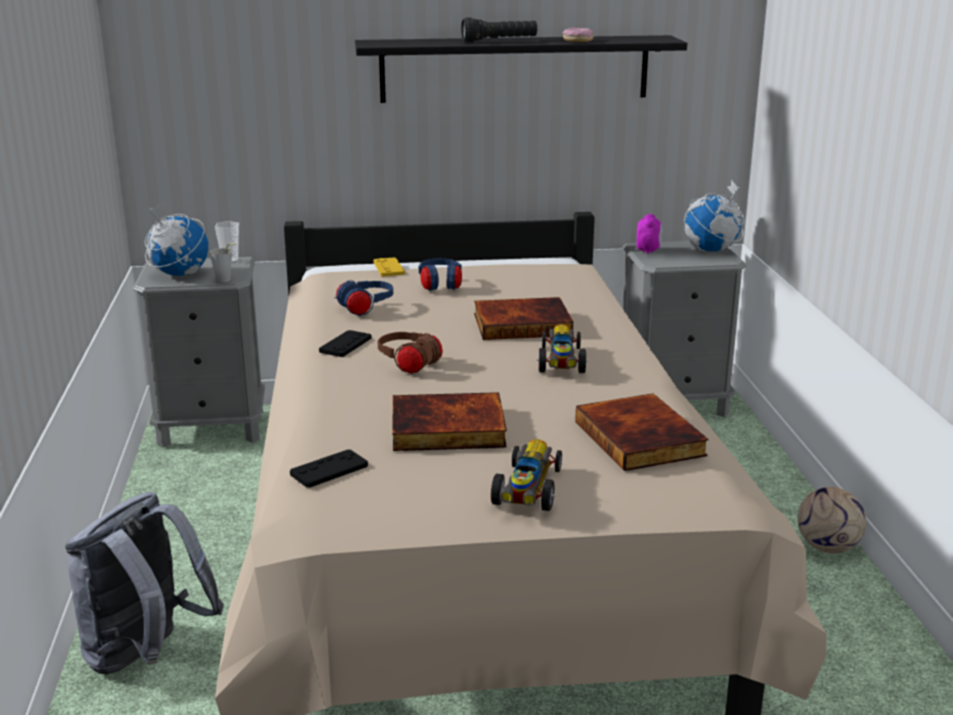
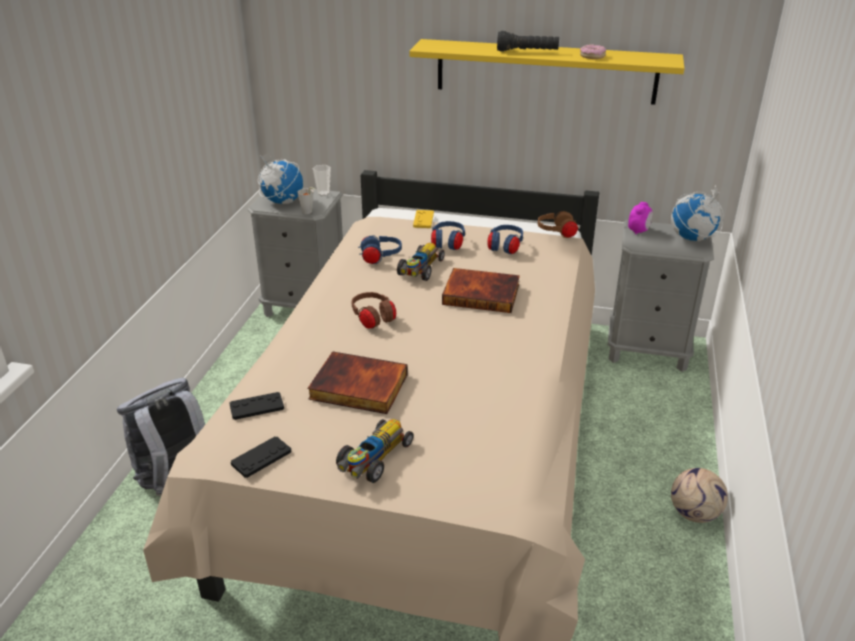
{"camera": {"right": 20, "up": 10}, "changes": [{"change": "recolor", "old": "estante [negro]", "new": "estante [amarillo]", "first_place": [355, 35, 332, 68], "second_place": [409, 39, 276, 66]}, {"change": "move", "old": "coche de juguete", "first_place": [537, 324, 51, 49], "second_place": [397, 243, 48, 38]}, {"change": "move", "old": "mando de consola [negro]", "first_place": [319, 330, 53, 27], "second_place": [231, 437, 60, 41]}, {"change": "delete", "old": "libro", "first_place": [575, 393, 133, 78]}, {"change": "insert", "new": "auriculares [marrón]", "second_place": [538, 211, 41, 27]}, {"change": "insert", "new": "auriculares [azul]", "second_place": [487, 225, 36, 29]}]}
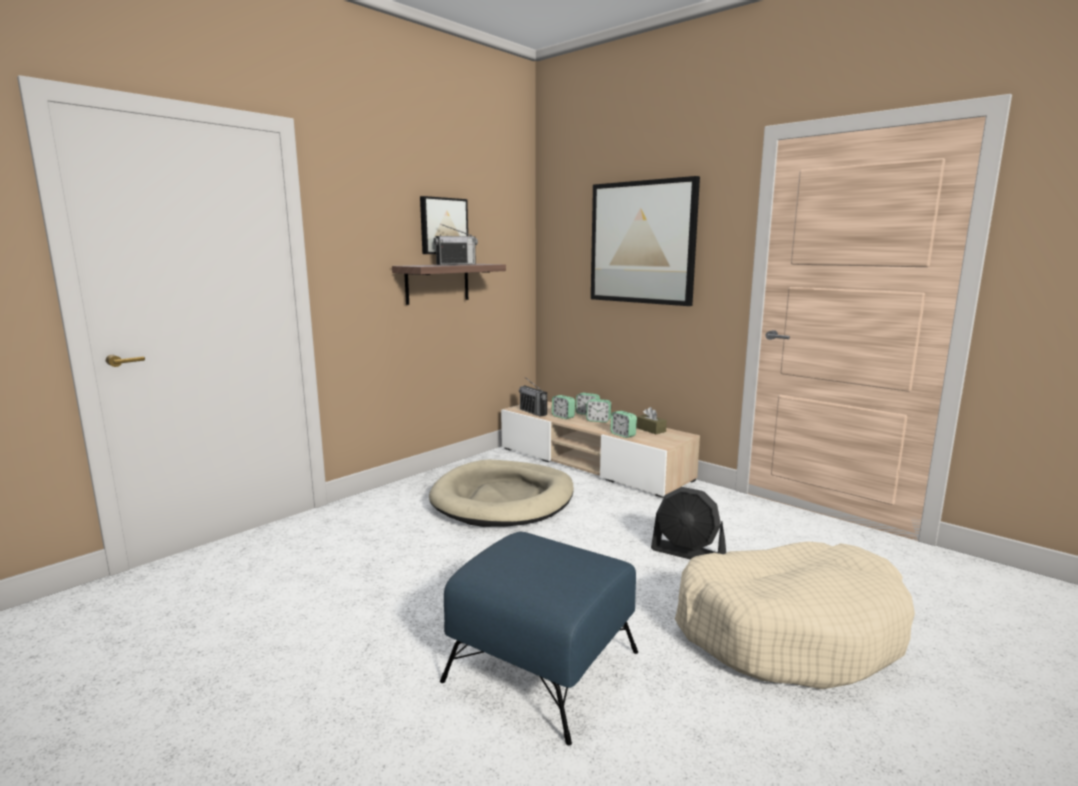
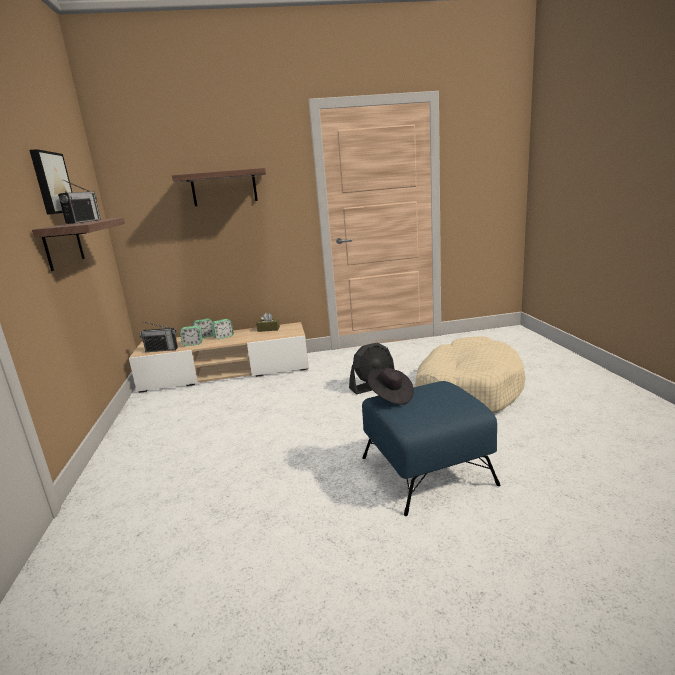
{"camera": {"right": -50, "up": 5}, "changes": [{"change": "replace", "old": "cuadro", "new": "estante", "first_place": [591, 176, 109, 130], "second_place": [172, 168, 94, 38]}, {"change": "delete", "old": "despertador", "first_place": [610, 411, 27, 27]}, {"change": "delete", "old": "cama para perro [beis]", "first_place": [429, 460, 145, 67]}, {"change": "insert", "new": "sombrero [negro]", "second_place": [368, 368, 46, 37]}]}
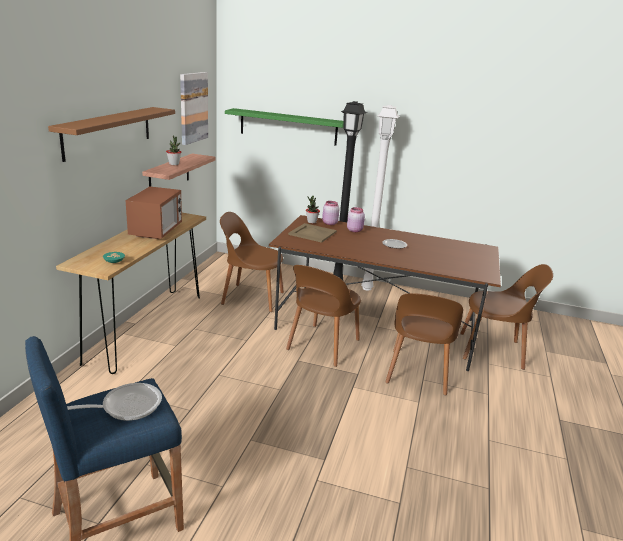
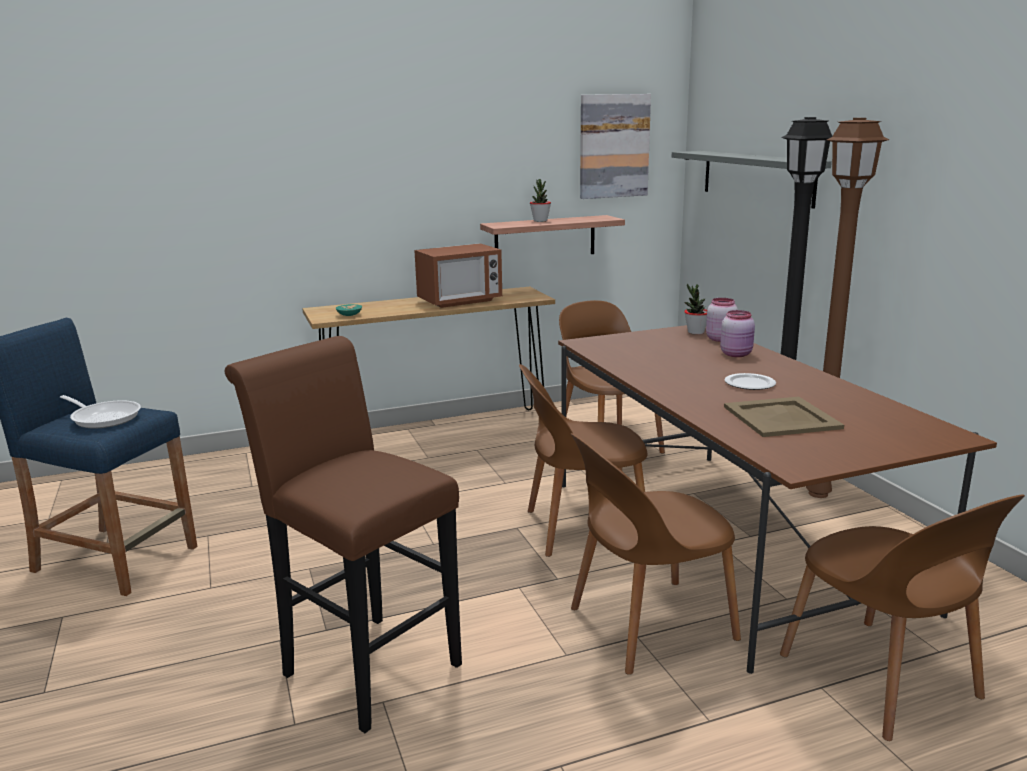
{"camera": {"right": 55, "up": -5}, "changes": [{"change": "recolor", "old": "lámpara de pie [blanco]", "new": "lámpara de pie [marrón]", "first_place": [361, 105, 38, 186], "second_place": [806, 118, 83, 380]}, {"change": "delete", "old": "estante [marrón]", "first_place": [48, 107, 127, 55]}, {"change": "recolor", "old": "estante [verde]", "new": "estante [gris]", "first_place": [225, 108, 119, 38], "second_place": [672, 151, 160, 58]}, {"change": "move", "old": "bandeja [beis]", "first_place": [288, 223, 49, 20], "second_place": [724, 397, 120, 40]}, {"change": "insert", "new": "taburete [marrón]", "second_place": [225, 336, 237, 397]}]}
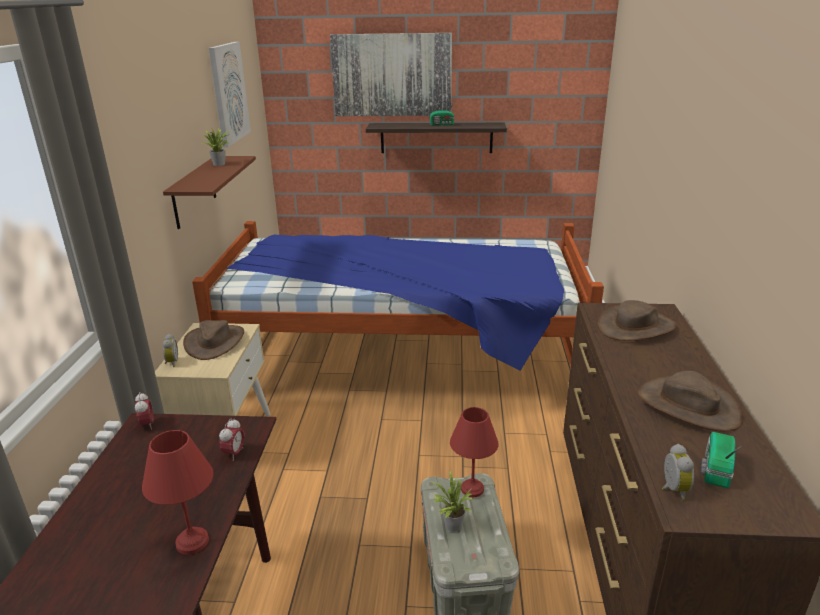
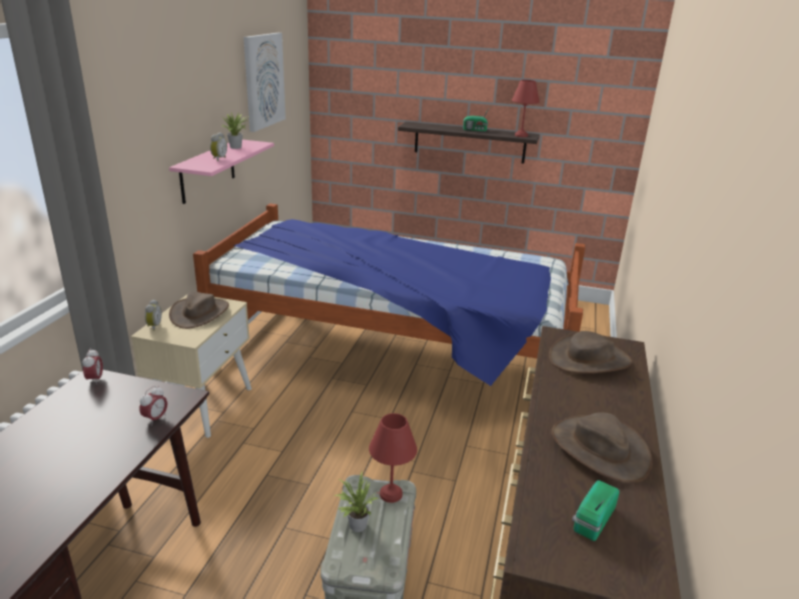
{"camera": {"right": 10, "up": 0}, "changes": [{"change": "delete", "old": "cuadro", "first_place": [330, 33, 122, 83]}, {"change": "recolor", "old": "estante [marrón]", "new": "estante [rosa]", "first_place": [163, 156, 93, 73], "second_place": [169, 140, 105, 64]}, {"change": "move", "old": "lámpara de mesa [rojo]", "first_place": [142, 430, 71, 125], "second_place": [512, 80, 28, 57]}, {"change": "move", "old": "despertador", "first_place": [662, 444, 32, 57], "second_place": [210, 132, 17, 29]}]}
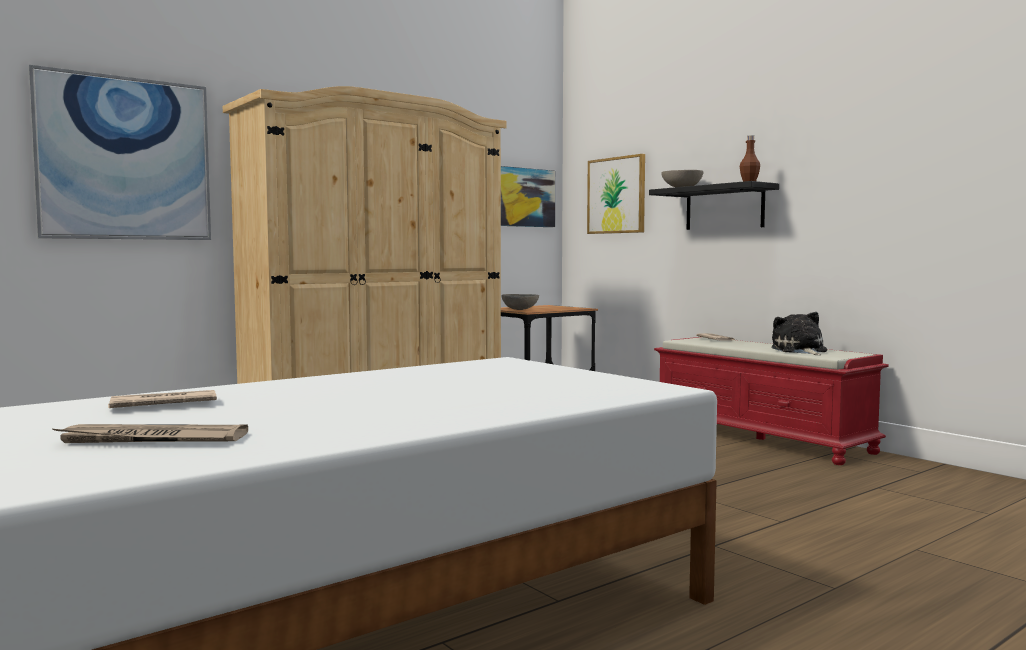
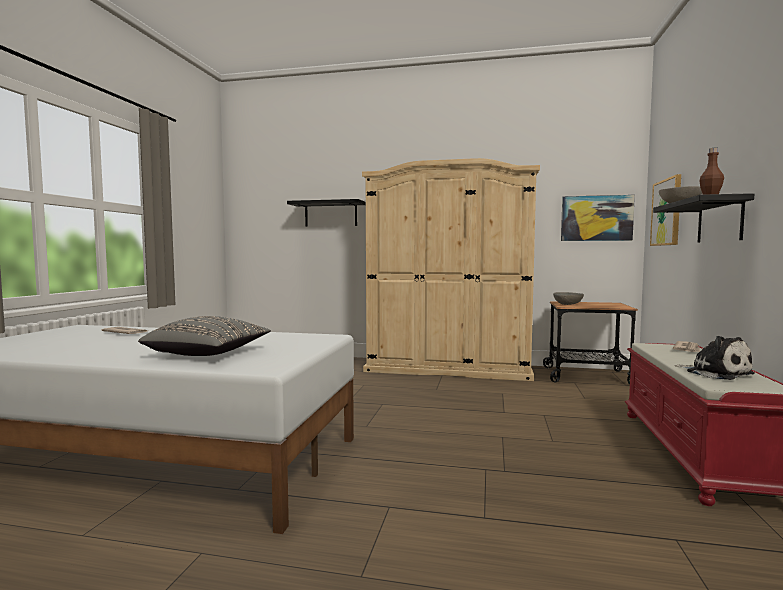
{"camera": {"right": 50, "up": 0}, "changes": [{"change": "replace", "old": "cuadro", "new": "estante [negro]", "first_place": [28, 65, 183, 175], "second_place": [287, 199, 79, 28]}, {"change": "rotate", "old": "peluche", "first_place": [772, 312, 55, 43], "second_place": [675, 336, 79, 44], "degrees": 105}, {"change": "delete", "old": "periódico", "first_place": [52, 424, 196, 19]}, {"change": "insert", "new": "cojín [gris]", "second_place": [138, 316, 133, 40]}]}
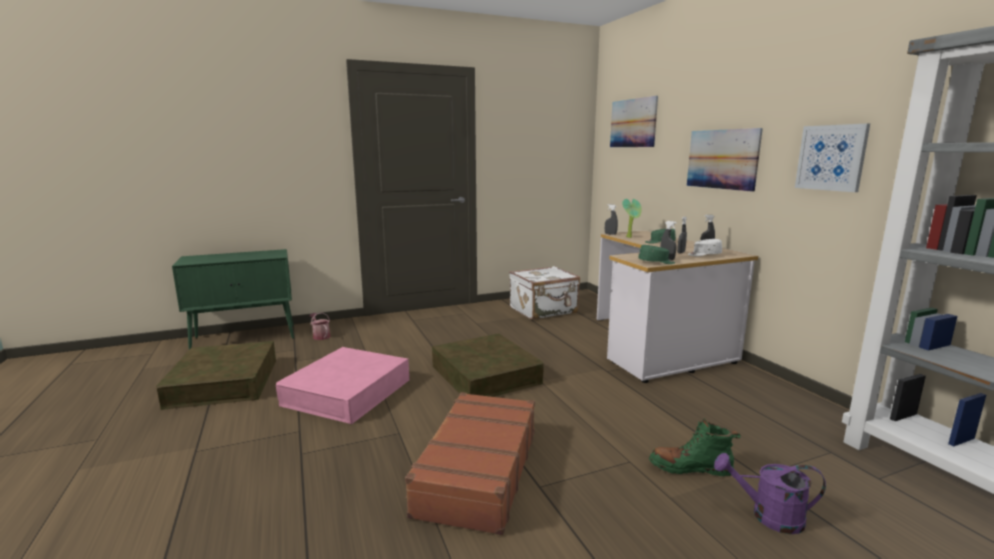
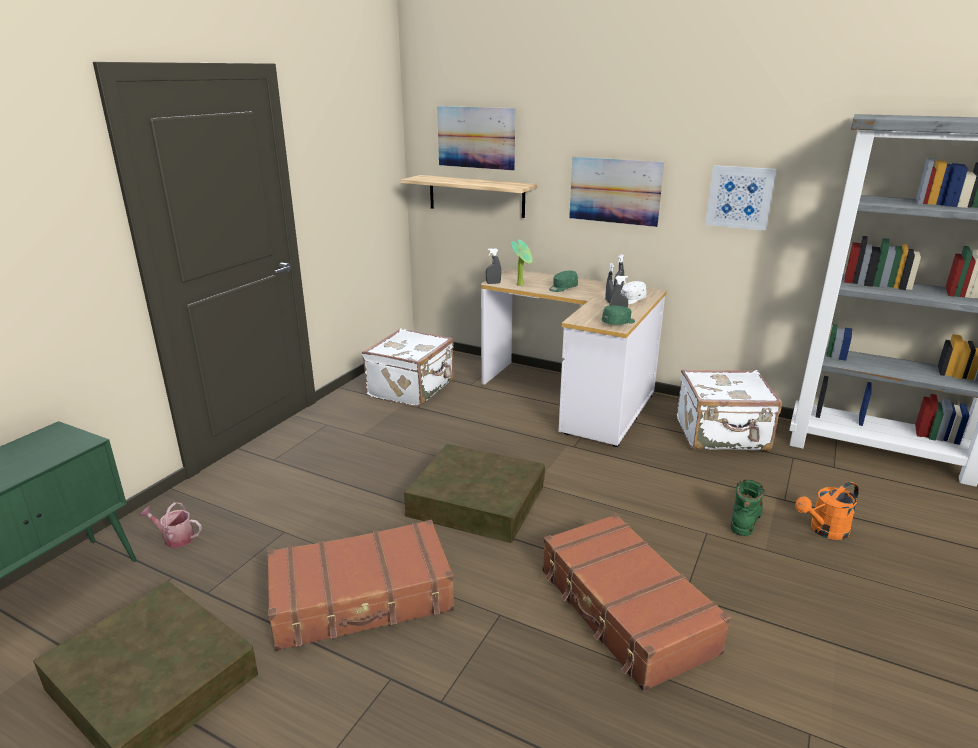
{"camera": {"right": -40, "up": 10}, "changes": [{"change": "replace", "old": "caja de almacenaje [rosa]", "new": "maleta [marrón]", "first_place": [276, 347, 133, 77], "second_place": [267, 520, 187, 131]}, {"change": "rotate", "old": "bota [verde]", "first_place": [649, 418, 92, 58], "second_place": [730, 479, 36, 57], "degrees": 150}, {"change": "recolor", "old": "regadera [morado]", "new": "regadera [naranja]", "first_place": [714, 453, 112, 81], "second_place": [795, 482, 64, 58]}, {"change": "insert", "new": "estante", "second_place": [400, 175, 137, 43]}, {"change": "insert", "new": "maleta [blanco]", "second_place": [677, 369, 105, 82]}]}
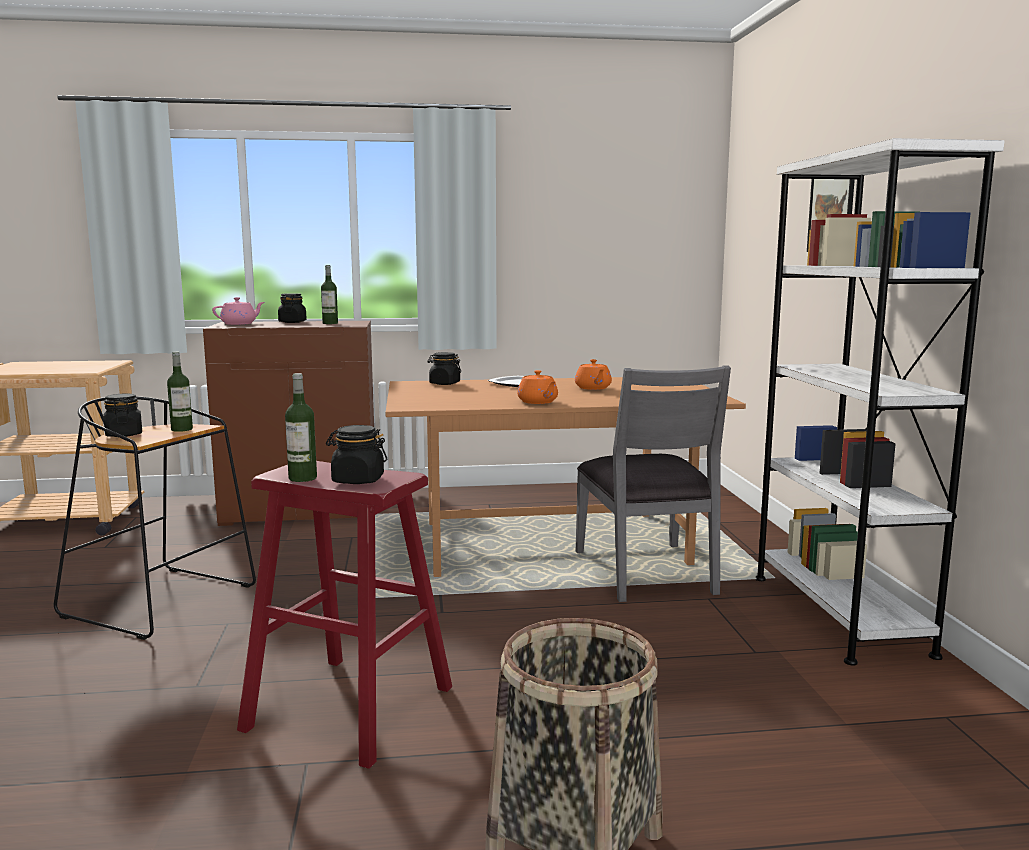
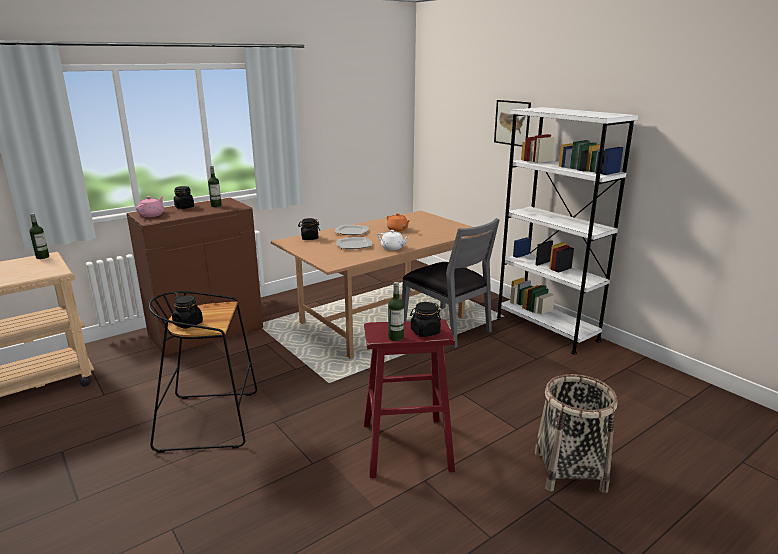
{"camera": {"right": -30, "up": 10}, "changes": [{"change": "move", "old": "botella", "first_place": [167, 352, 26, 80], "second_place": [29, 213, 20, 46]}, {"change": "recolor", "old": "tetera [naranja]", "new": "tetera [blanco]", "first_place": [517, 370, 41, 34], "second_place": [377, 230, 33, 20]}, {"change": "insert", "new": "plato", "second_place": [336, 237, 36, 12]}]}
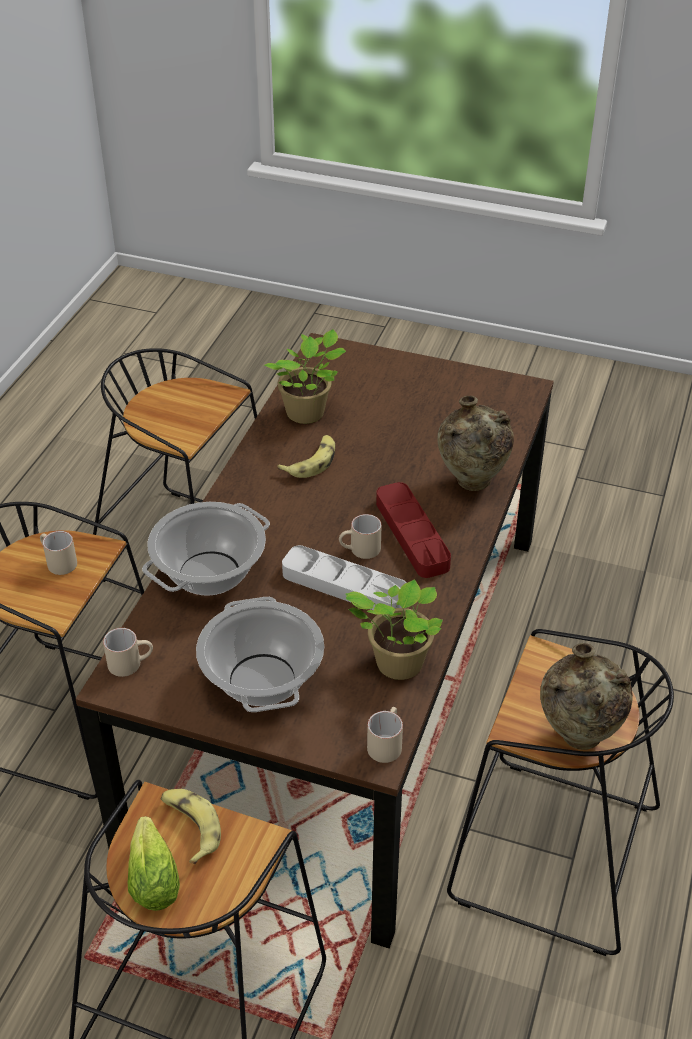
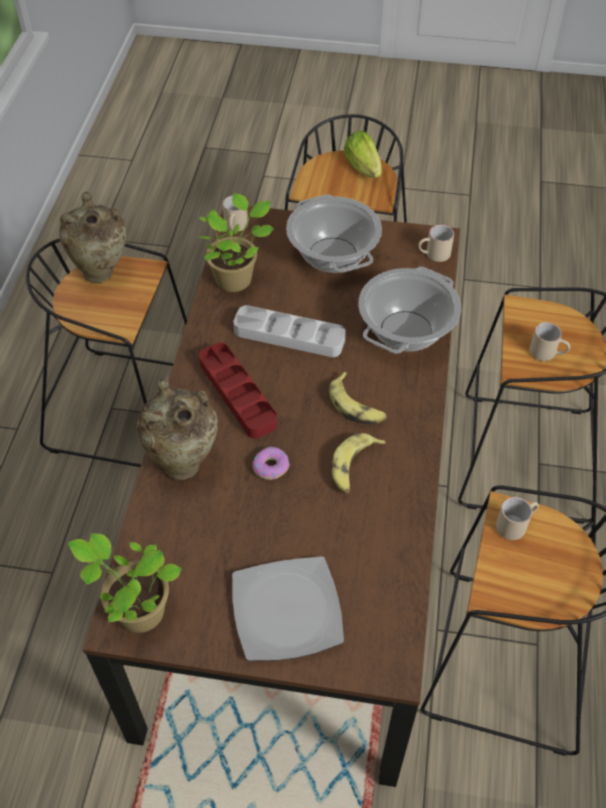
{"camera": {"right": 170, "up": 10}, "changes": [{"change": "move", "old": "planta en maceta", "first_place": [264, 329, 82, 95], "second_place": [68, 533, 114, 100]}, {"change": "move", "old": "taza grande [beis]", "first_place": [339, 514, 43, 45], "second_place": [496, 497, 43, 43]}, {"change": "move", "old": "plátano", "first_place": [161, 789, 60, 76], "second_place": [329, 372, 58, 52]}, {"change": "insert", "new": "rosquilla", "second_place": [253, 447, 37, 33]}, {"change": "insert", "new": "plato", "second_place": [232, 556, 112, 105]}]}
